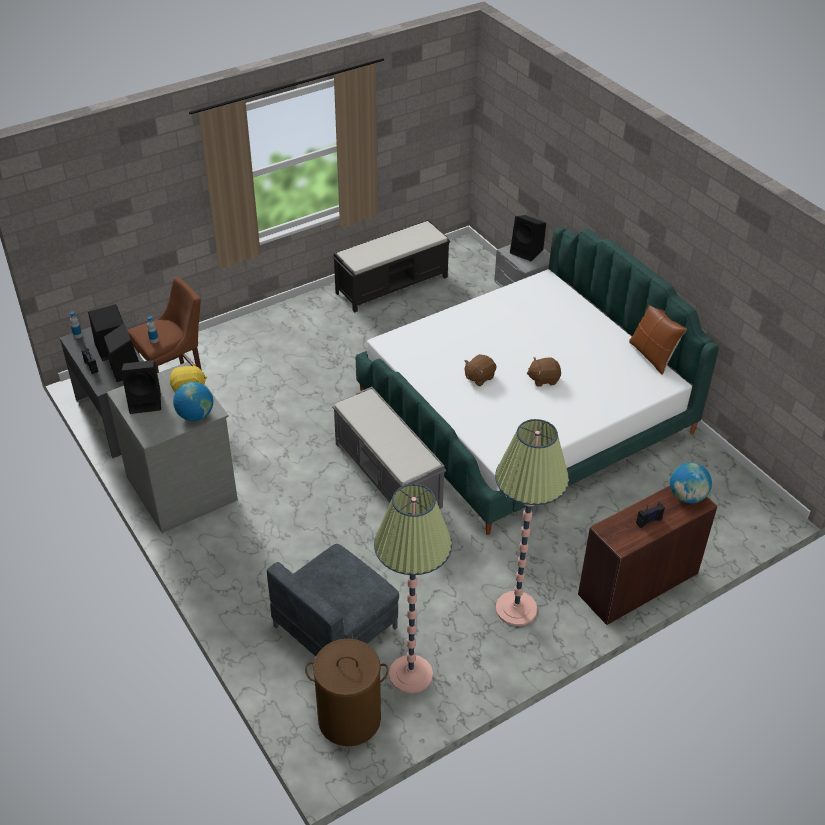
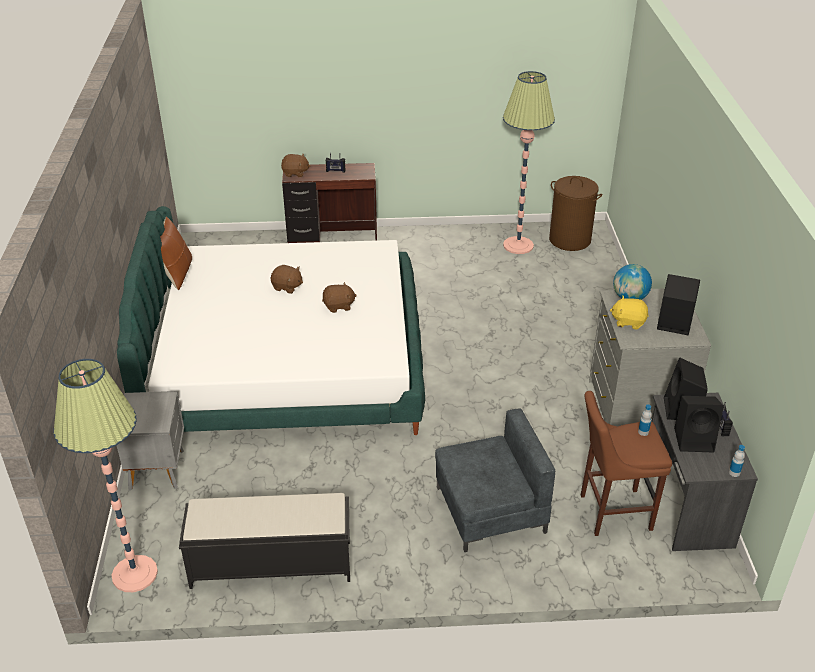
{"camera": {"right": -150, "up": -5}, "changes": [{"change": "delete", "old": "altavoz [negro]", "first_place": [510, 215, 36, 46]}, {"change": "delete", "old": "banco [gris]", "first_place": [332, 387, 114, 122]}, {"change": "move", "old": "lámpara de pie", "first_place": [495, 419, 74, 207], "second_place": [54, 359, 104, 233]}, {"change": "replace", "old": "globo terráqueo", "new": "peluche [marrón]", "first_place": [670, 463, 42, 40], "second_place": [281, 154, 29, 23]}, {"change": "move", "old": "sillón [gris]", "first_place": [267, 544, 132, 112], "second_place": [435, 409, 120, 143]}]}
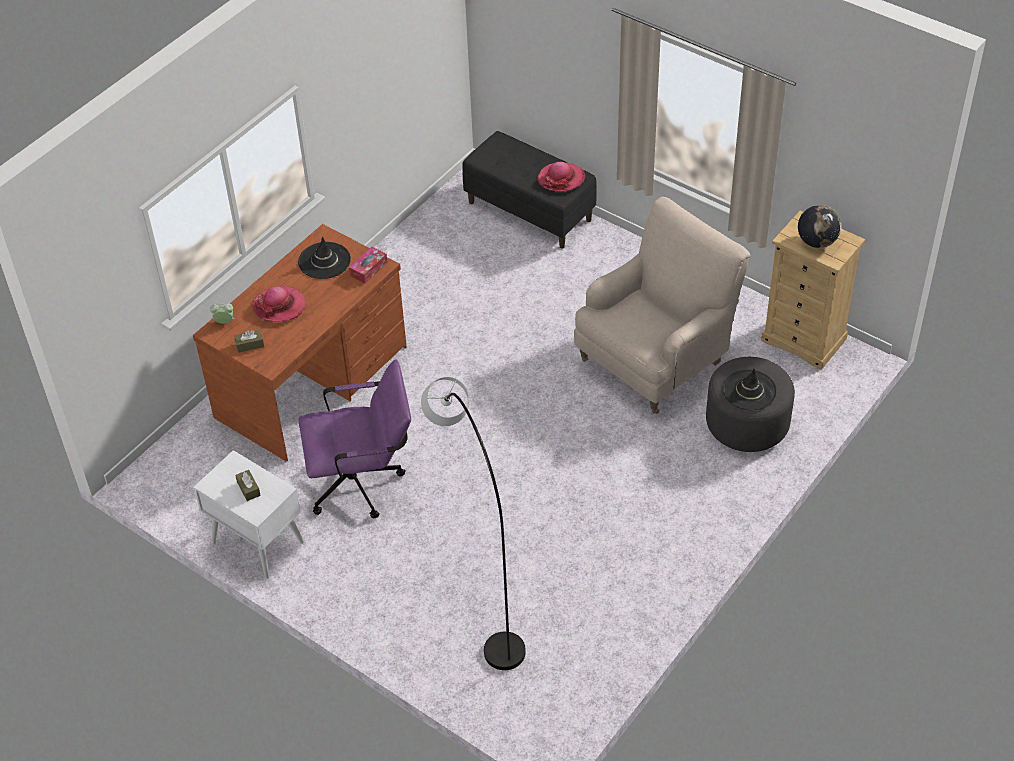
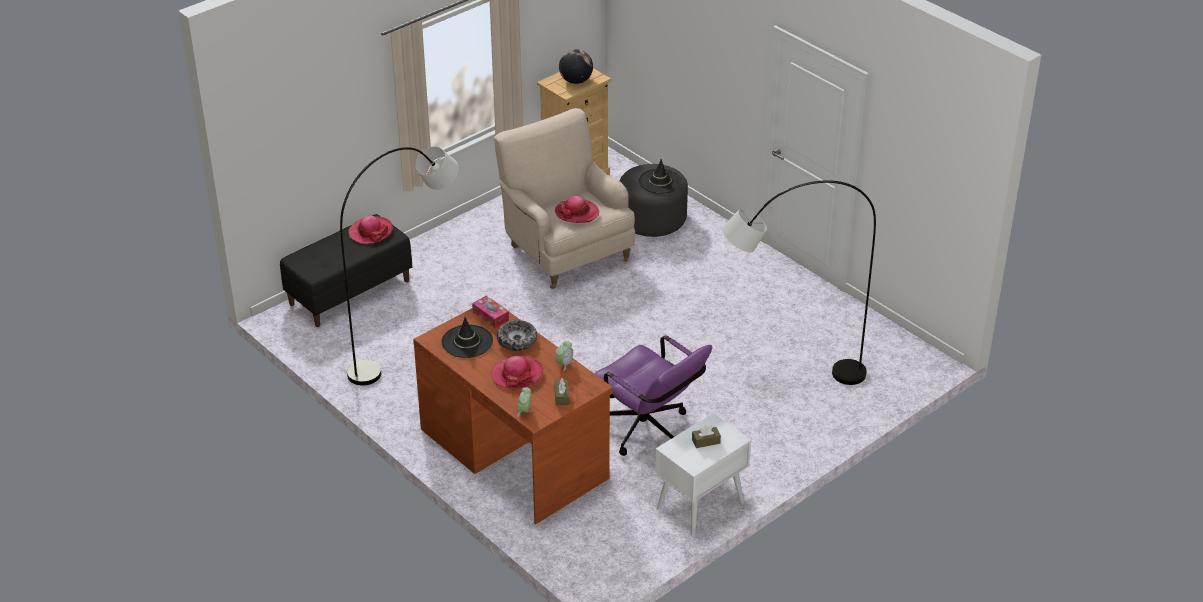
{"camera": {"right": -80, "up": -10}, "changes": [{"change": "rotate", "old": "silla de oficina [morado]", "first_place": [299, 359, 112, 159], "second_place": [594, 335, 118, 121], "degrees": 135}, {"change": "insert", "new": "lámpara de pie [gris]", "second_place": [340, 147, 119, 238]}, {"change": "insert", "new": "sombrero", "second_place": [555, 196, 44, 27]}, {"change": "insert", "new": "cuenco", "second_place": [497, 320, 40, 31]}, {"change": "insert", "new": "despertador", "second_place": [555, 341, 19, 30]}]}
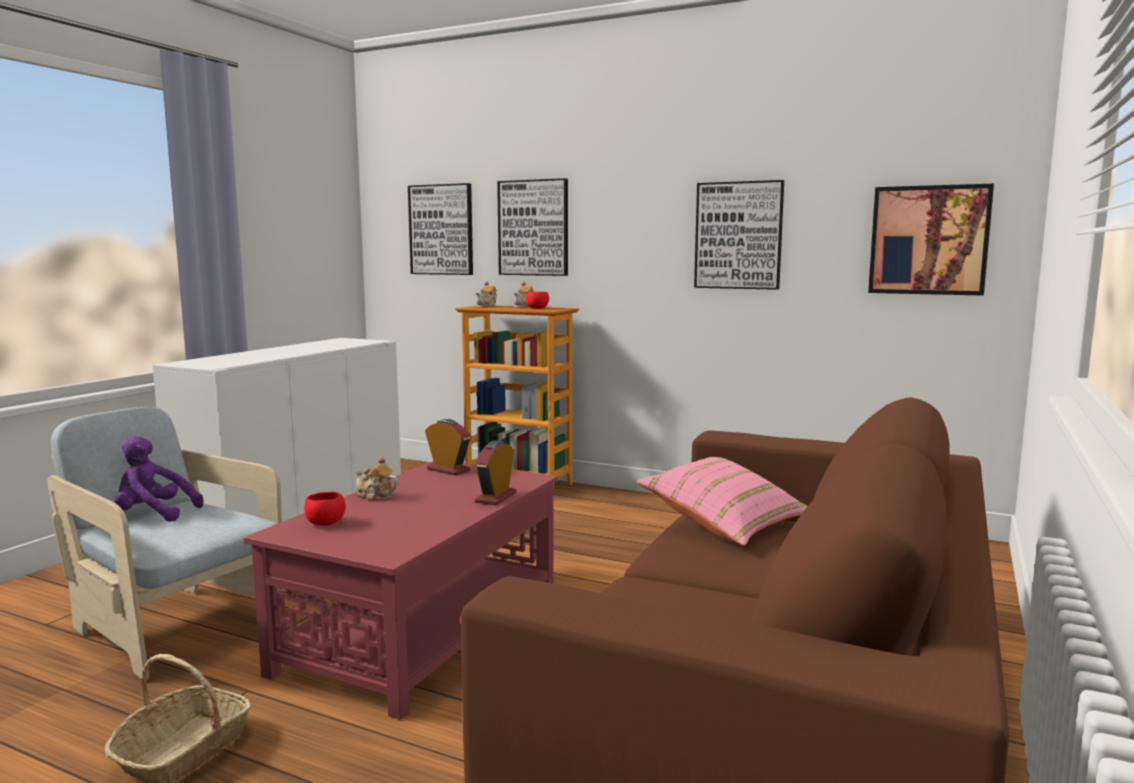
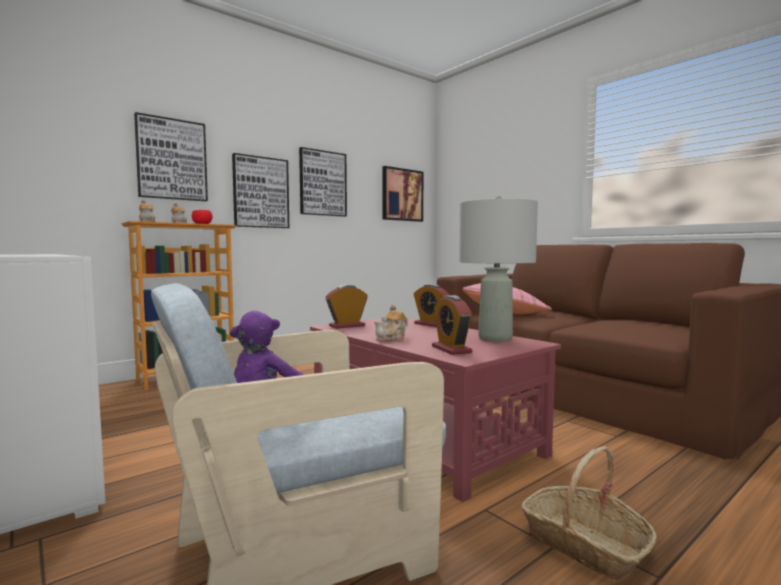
{"camera": {"right": -65, "up": -5}, "changes": [{"change": "move", "old": "cuadro", "first_place": [408, 183, 65, 92], "second_place": [232, 153, 57, 75]}, {"change": "replace", "old": "cuenco [rojo]", "new": "despertador", "first_place": [304, 492, 42, 34], "second_place": [432, 295, 40, 60]}, {"change": "insert", "new": "lámpara de mesa [gris]", "second_place": [459, 197, 79, 145]}]}
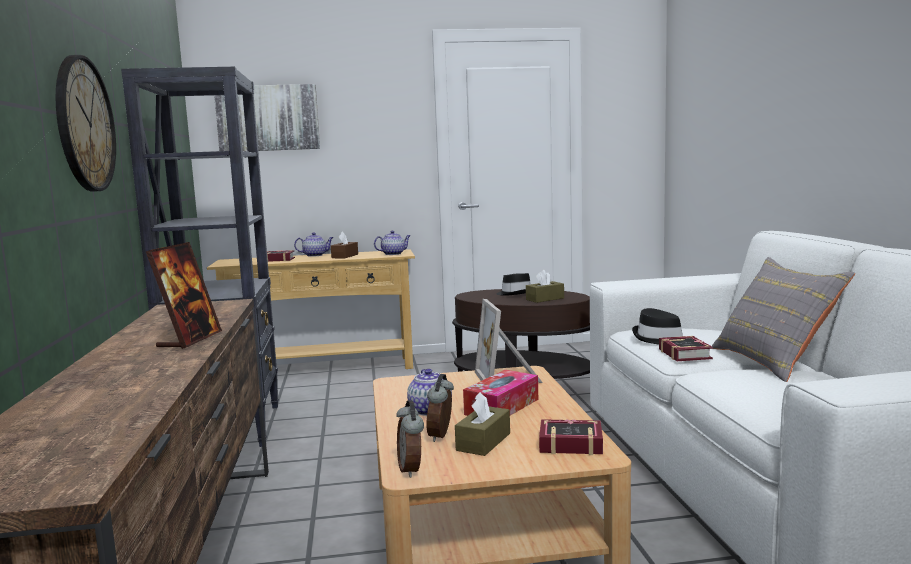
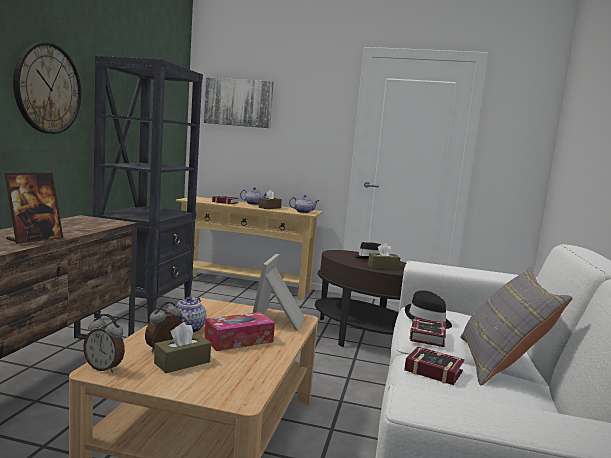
{"camera": {"right": 20, "up": 0}, "changes": [{"change": "rotate", "old": "despertador", "first_place": [396, 400, 28, 78], "second_place": [83, 314, 42, 58], "degrees": -75}, {"change": "move", "old": "libro", "first_place": [539, 419, 64, 36], "second_place": [404, 346, 60, 39]}]}
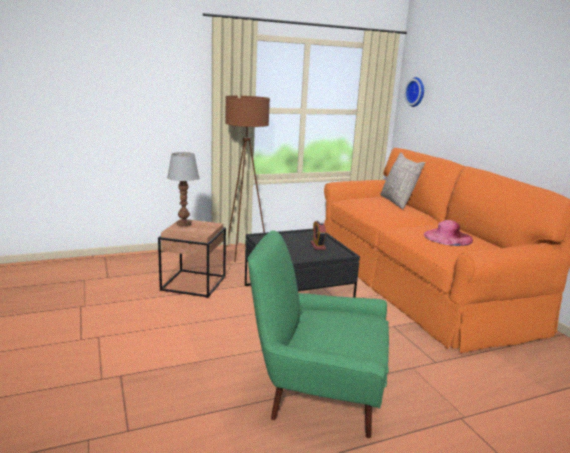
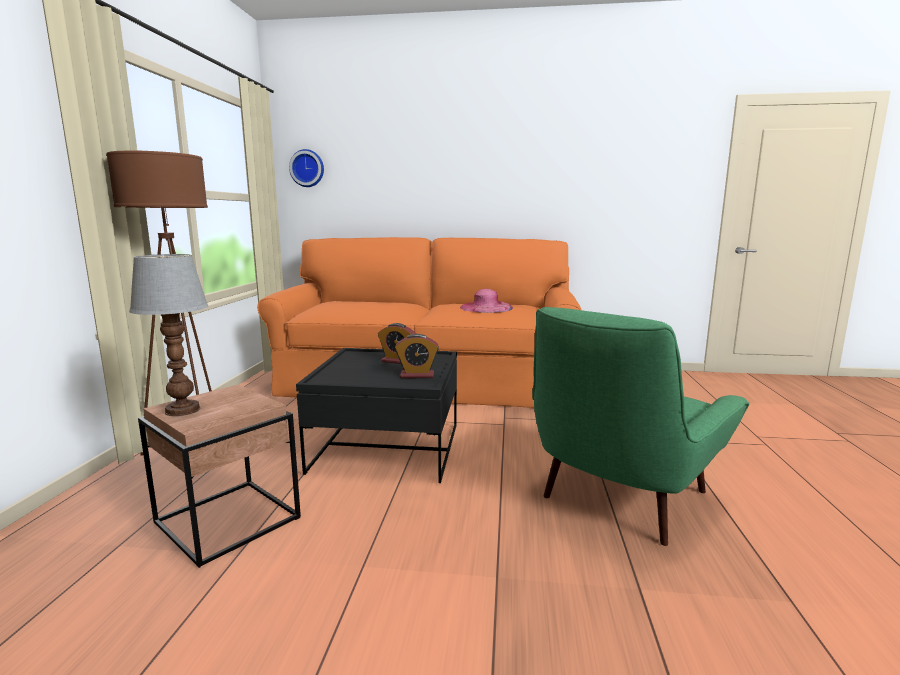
{"camera": {"right": -60, "up": -5}, "changes": [{"change": "delete", "old": "cojín [gris]", "first_place": [380, 152, 45, 57]}, {"change": "insert", "new": "despertador", "second_place": [395, 334, 44, 44]}]}
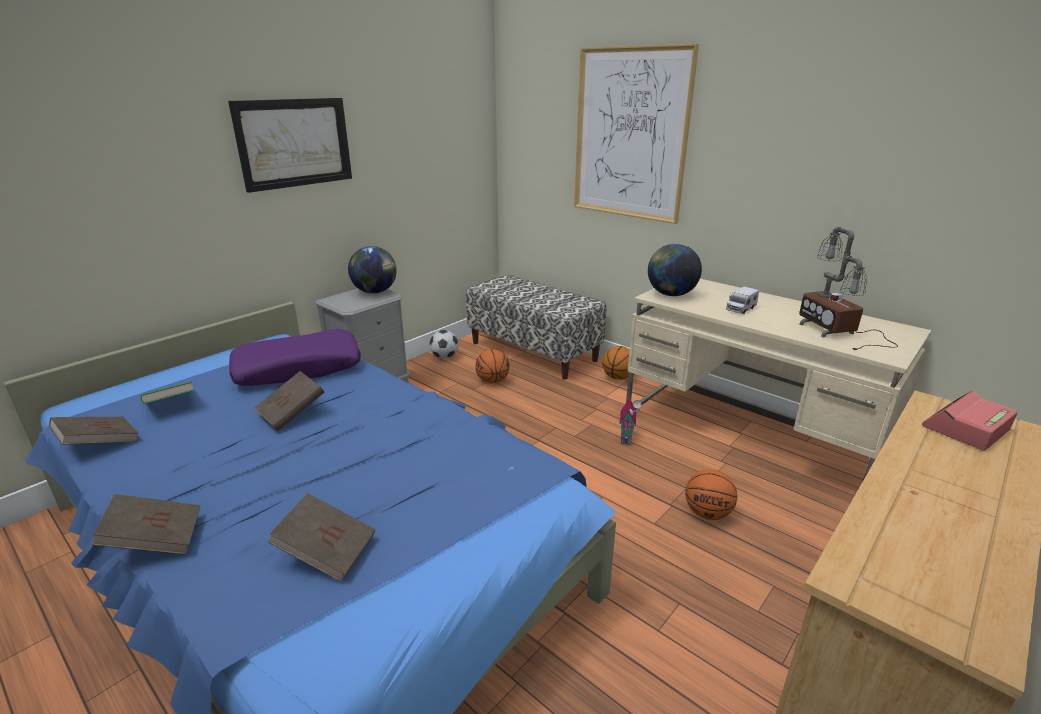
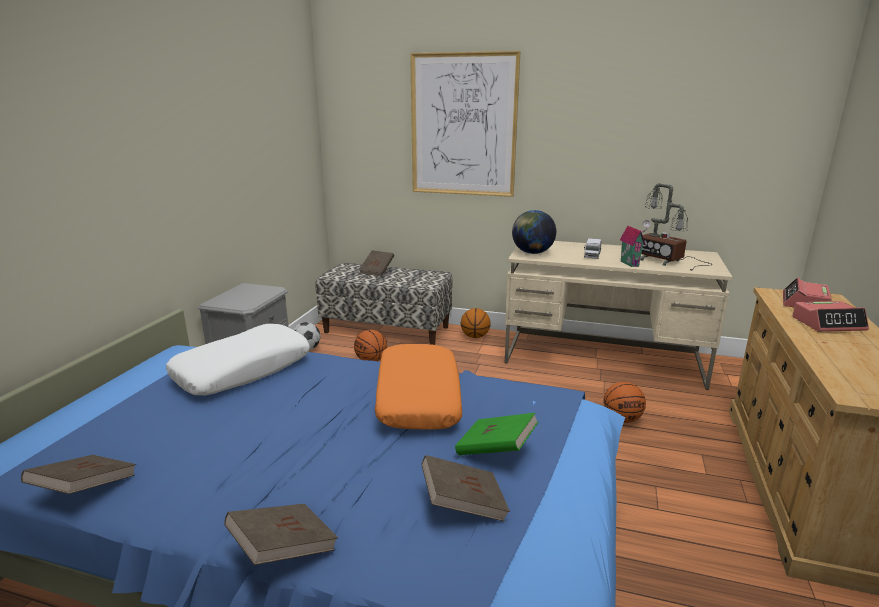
{"camera": {"right": -25, "up": -5}, "changes": [{"change": "delete", "old": "cuadro", "first_place": [228, 98, 124, 95]}, {"change": "delete", "old": "globo terráqueo", "first_place": [348, 246, 49, 47]}, {"change": "recolor", "old": "cojín [morado]", "new": "cojín [blanco]", "first_place": [229, 329, 132, 57], "second_place": [166, 324, 144, 71]}, {"change": "move", "old": "libro [marrón]", "first_place": [254, 371, 70, 60], "second_place": [359, 250, 35, 26]}, {"change": "move", "old": "libro [verde]", "first_place": [141, 382, 53, 22], "second_place": [455, 413, 84, 42]}, {"change": "move", "old": "casita", "first_place": [619, 398, 22, 47], "second_place": [620, 220, 31, 47]}, {"change": "insert", "new": "despertador", "second_place": [792, 301, 77, 31]}, {"change": "insert", "new": "cojín [naranja]", "second_place": [375, 344, 87, 86]}]}
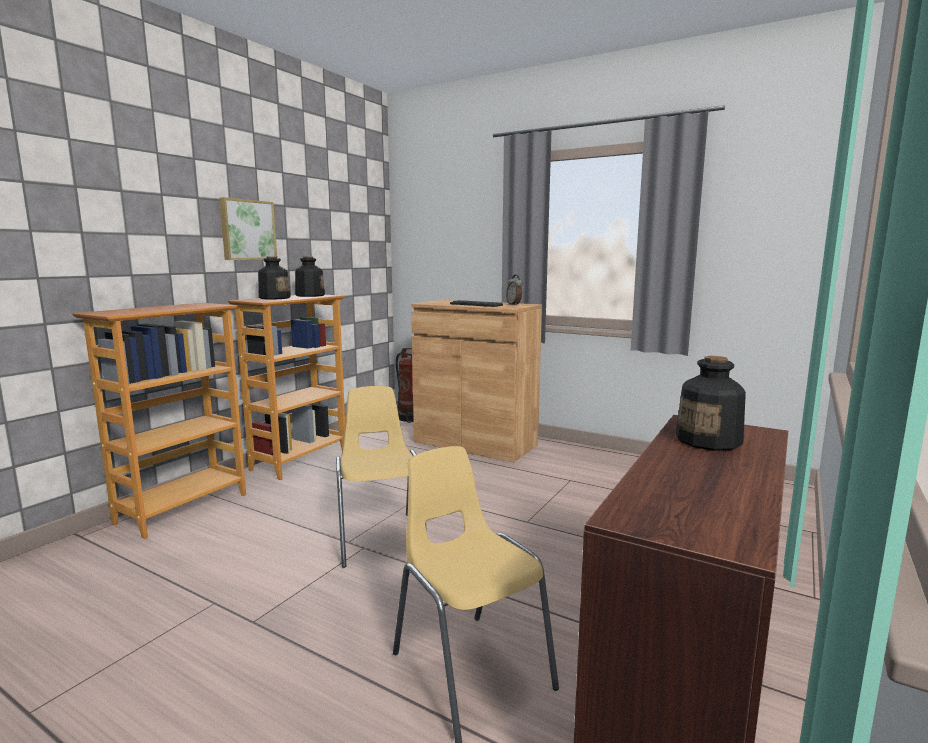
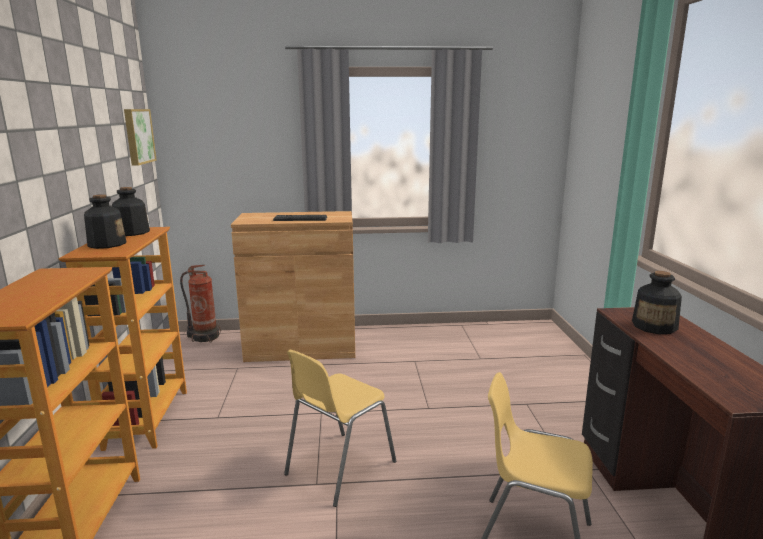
{"camera": {"right": -35, "up": 5}, "changes": [{"change": "move", "old": "cuadro", "first_place": [219, 197, 58, 63], "second_place": [124, 109, 33, 57]}, {"change": "delete", "old": "despertador", "first_place": [506, 274, 17, 31]}, {"change": "rotate", "old": "silla [amarillo]", "first_place": [336, 386, 91, 182], "second_place": [284, 350, 112, 157], "degrees": -90}]}
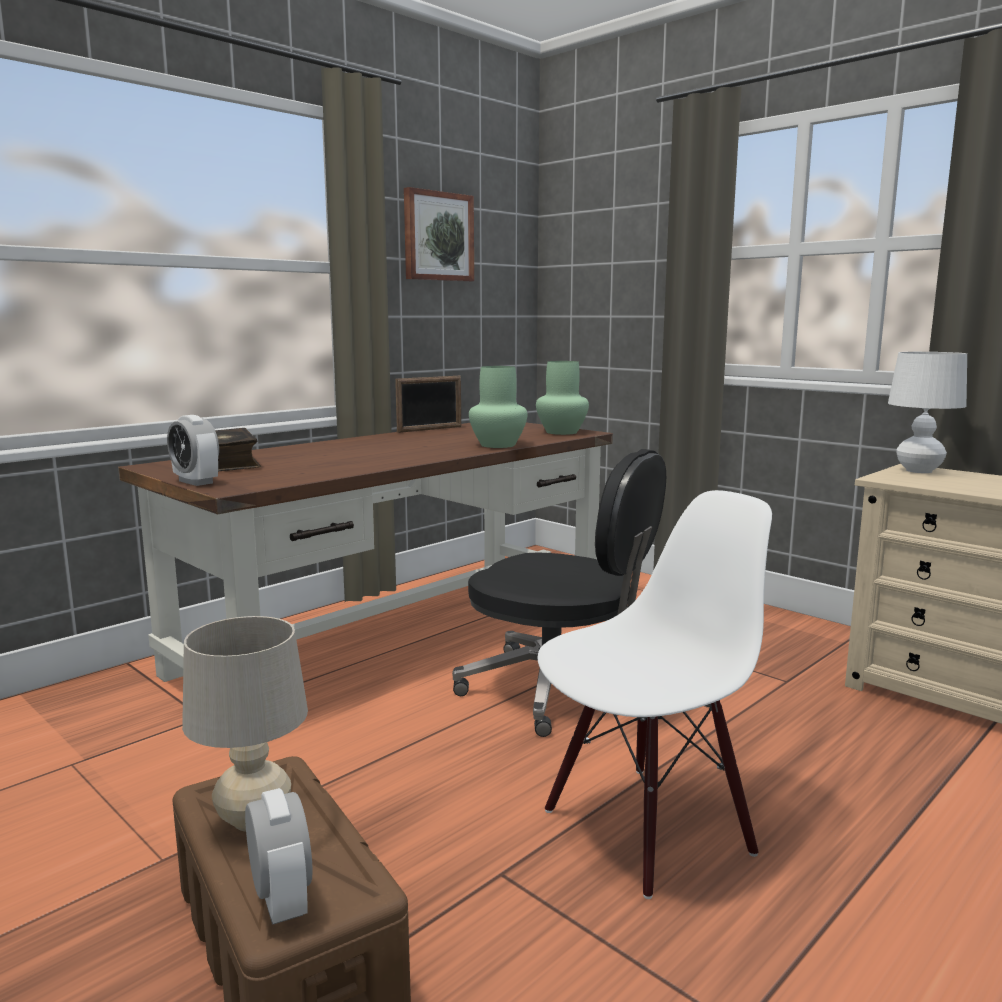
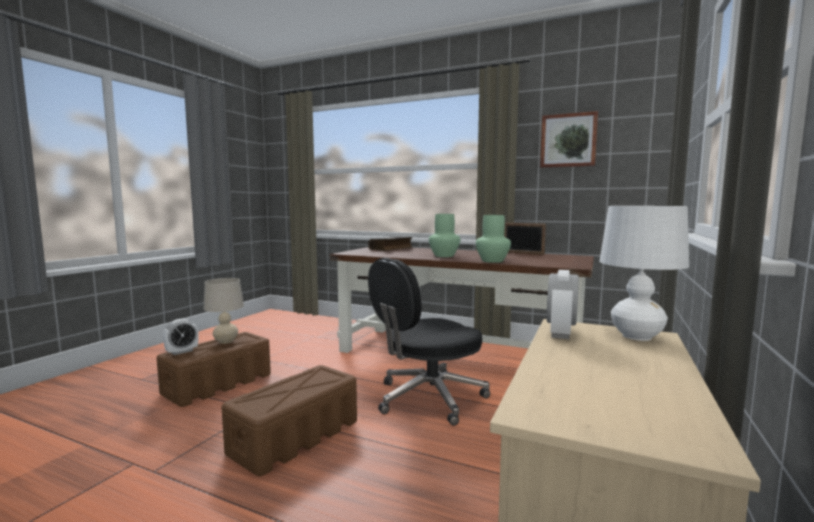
{"camera": {"right": 70, "up": -5}, "changes": [{"change": "move", "old": "florero [verde]", "first_place": [536, 361, 53, 74], "second_place": [429, 214, 31, 43]}, {"change": "move", "old": "despertador", "first_place": [167, 415, 52, 71], "second_place": [547, 270, 32, 69]}, {"change": "rotate", "old": "silla de oficina [negro]", "first_place": [452, 449, 214, 288], "second_place": [368, 258, 122, 168], "degrees": 45}, {"change": "replace", "old": "silla [blanco]", "new": "caja de almacenaje [marrón]", "first_place": [538, 490, 234, 409], "second_place": [222, 365, 135, 111]}]}
